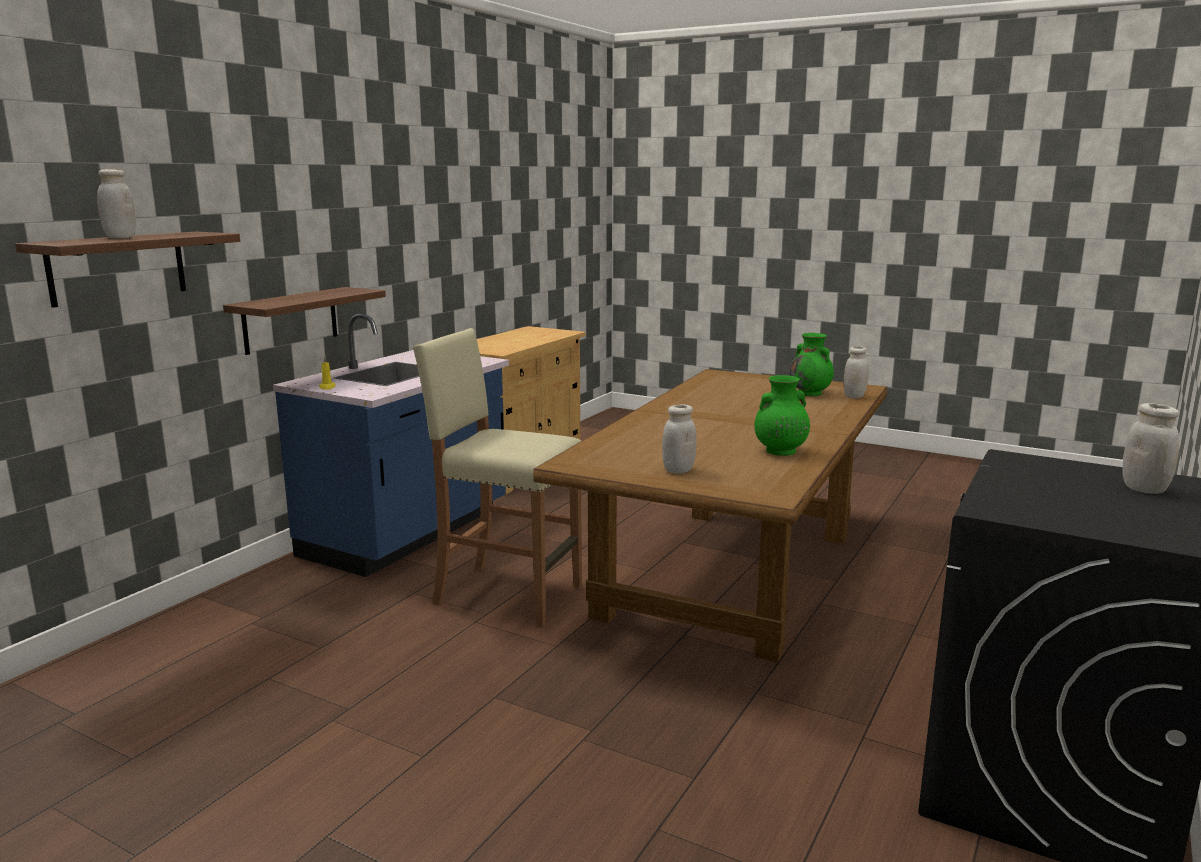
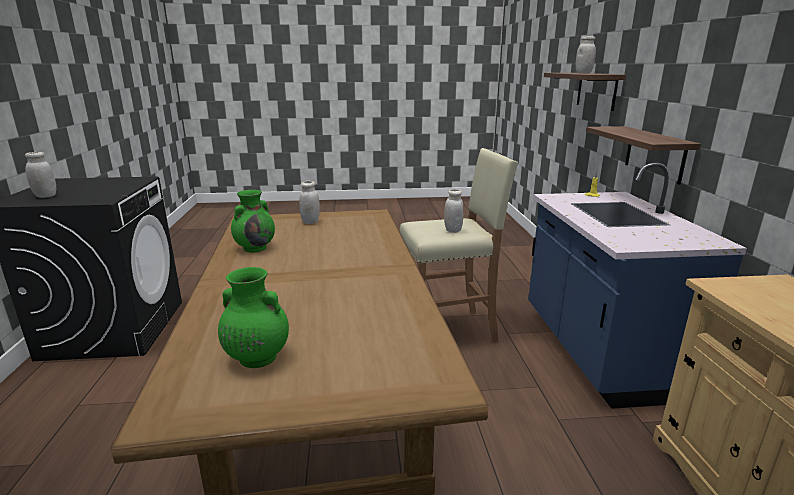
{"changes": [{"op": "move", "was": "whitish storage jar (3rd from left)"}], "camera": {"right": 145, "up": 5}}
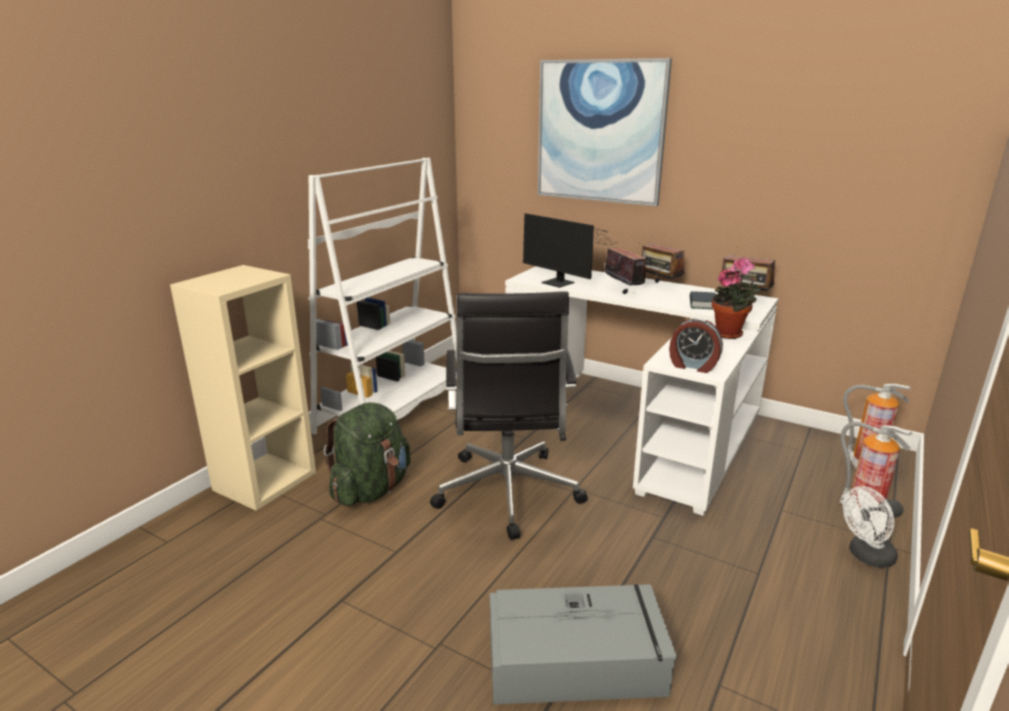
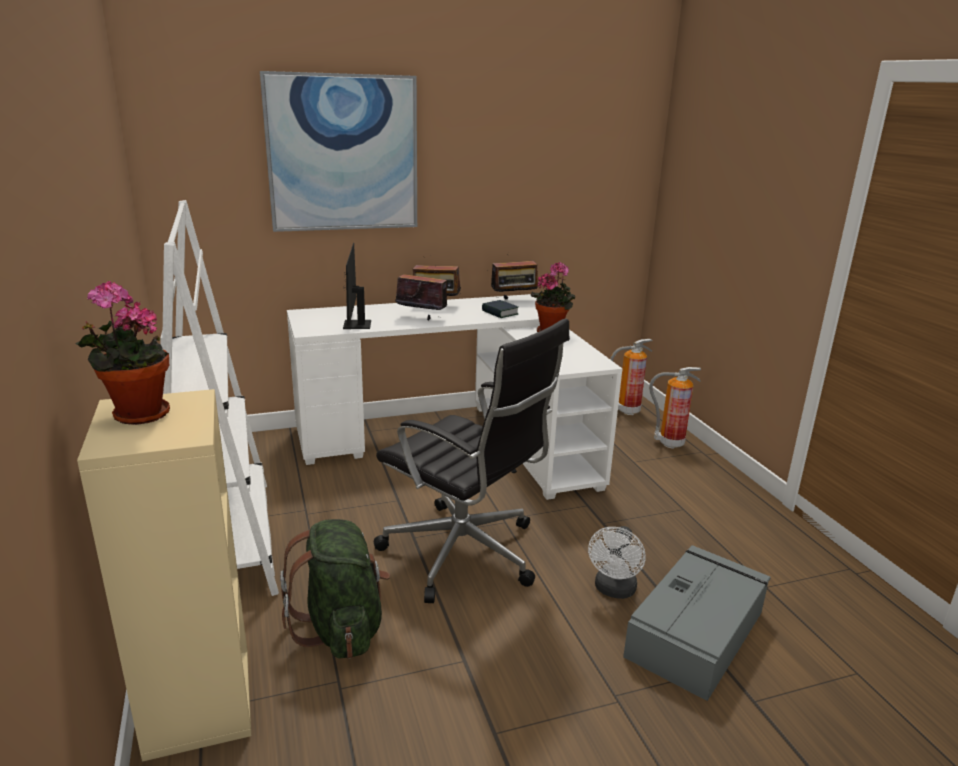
{"changes": [{"op": "insert", "now": "potted plant (1st from left)"}, {"op": "rotate", "was": "computer display", "clockwise": 90}, {"op": "move", "was": "whitish cooling fan"}, {"op": "delete", "was": "bedside clock"}], "camera": {"right": -50, "up": 0}}
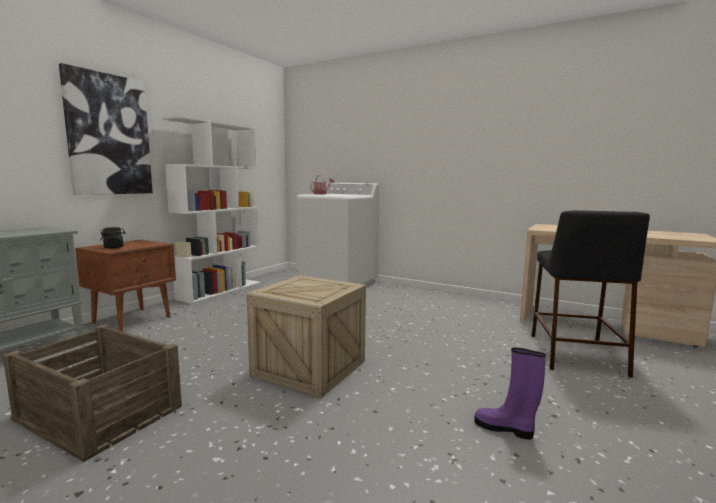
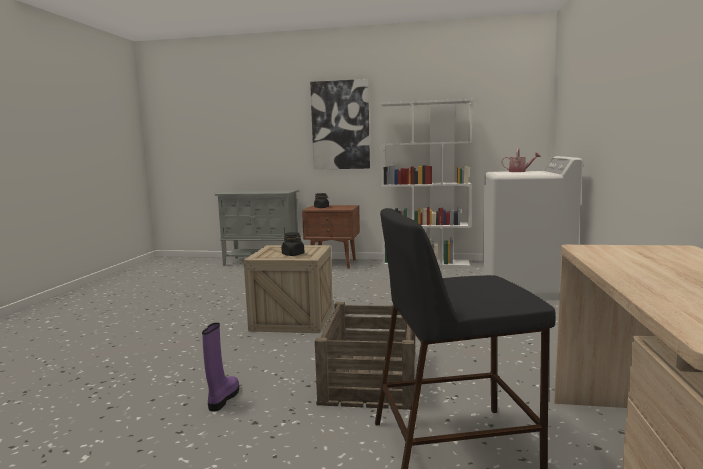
{"changes": [{"op": "insert", "now": "black storage jar (1st from left)"}, {"op": "move", "was": "packing crate (1st from left in the first image)", "now": "packing crate (2nd from left)"}], "camera": {"right": 70, "up": 0}}
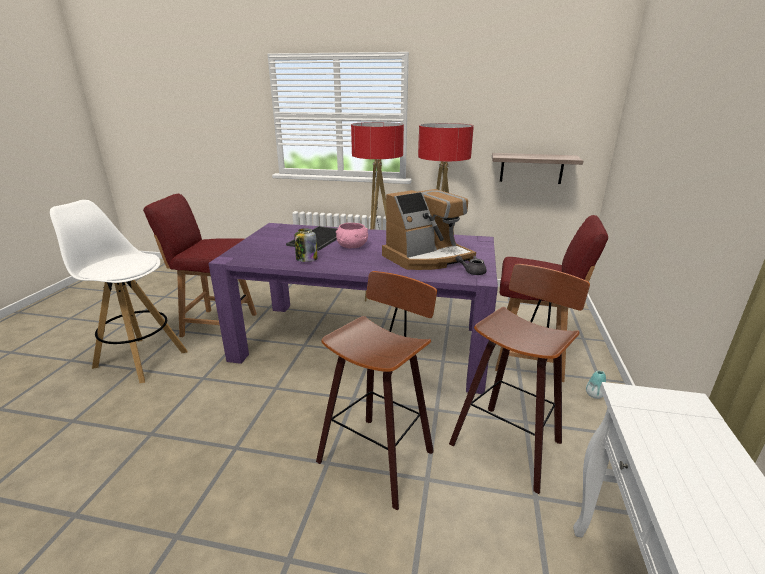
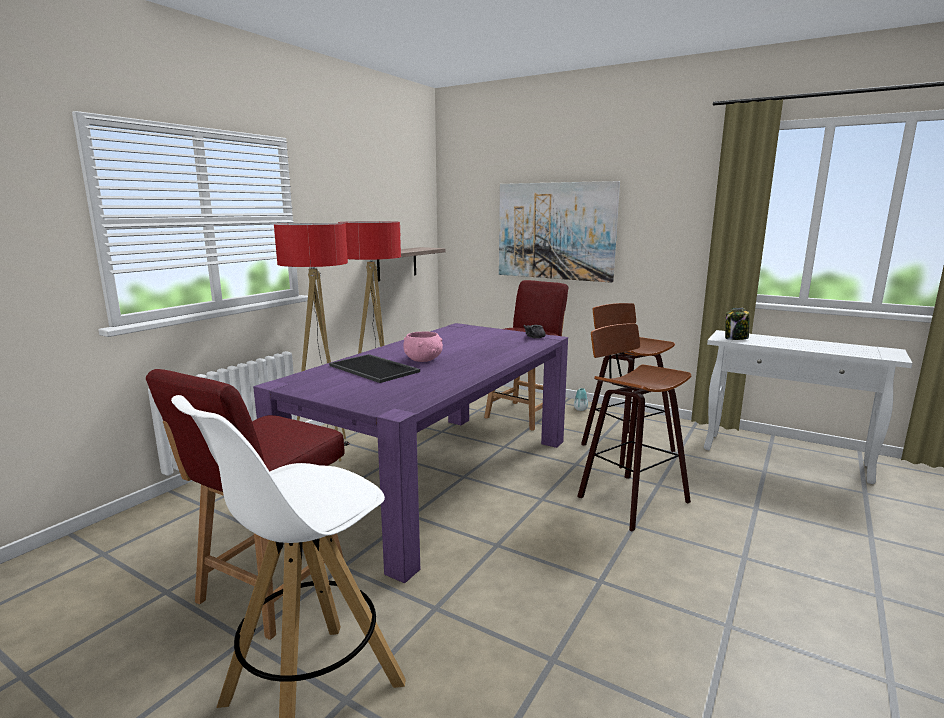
{"changes": [{"op": "insert", "now": "wall art"}, {"op": "move", "was": "storage jar"}, {"op": "delete", "was": "coffee brewer"}], "camera": {"right": -70, "up": -10}}
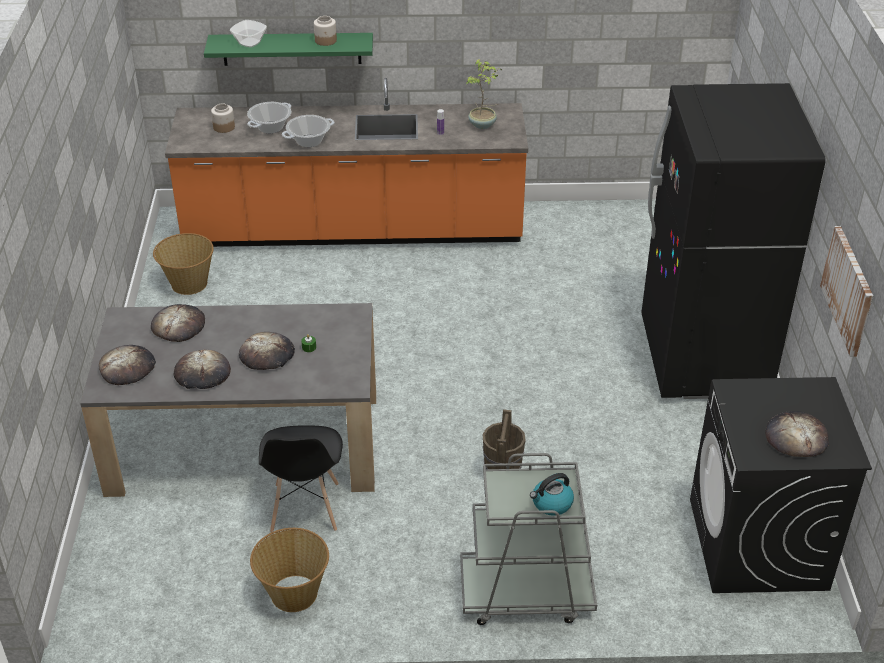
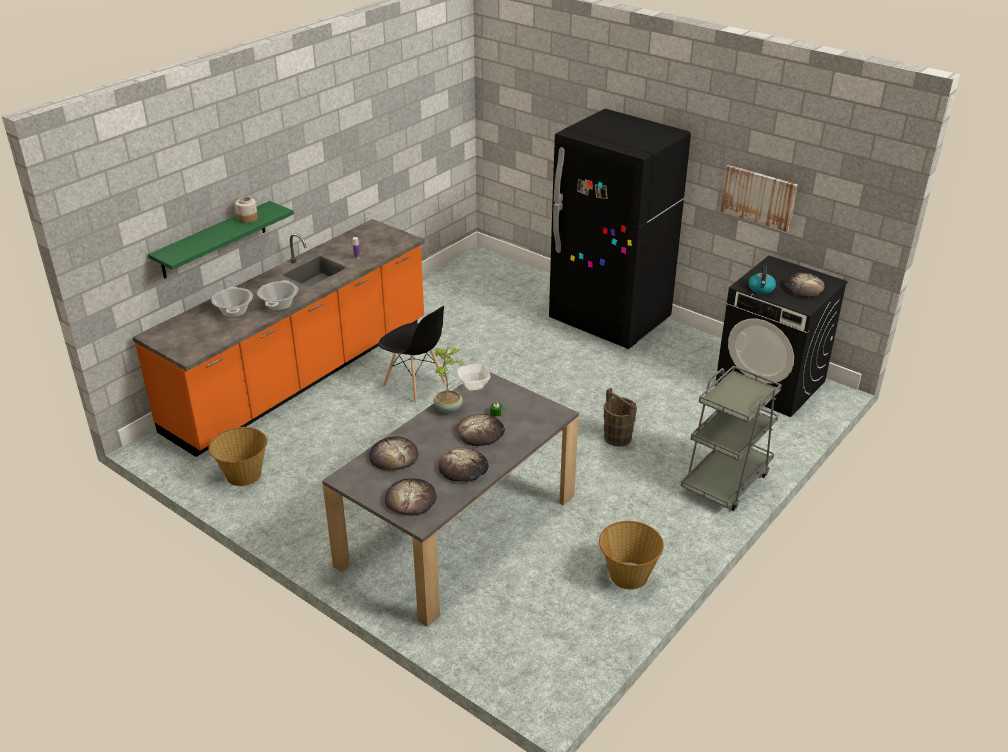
{"changes": [{"op": "move", "was": "black plain chair"}, {"op": "move", "was": "potted plant"}, {"op": "move", "was": "bowl"}, {"op": "move", "was": "water kettle"}, {"op": "delete", "was": "storage jar (1st from left)"}], "camera": {"right": -50, "up": -5}}
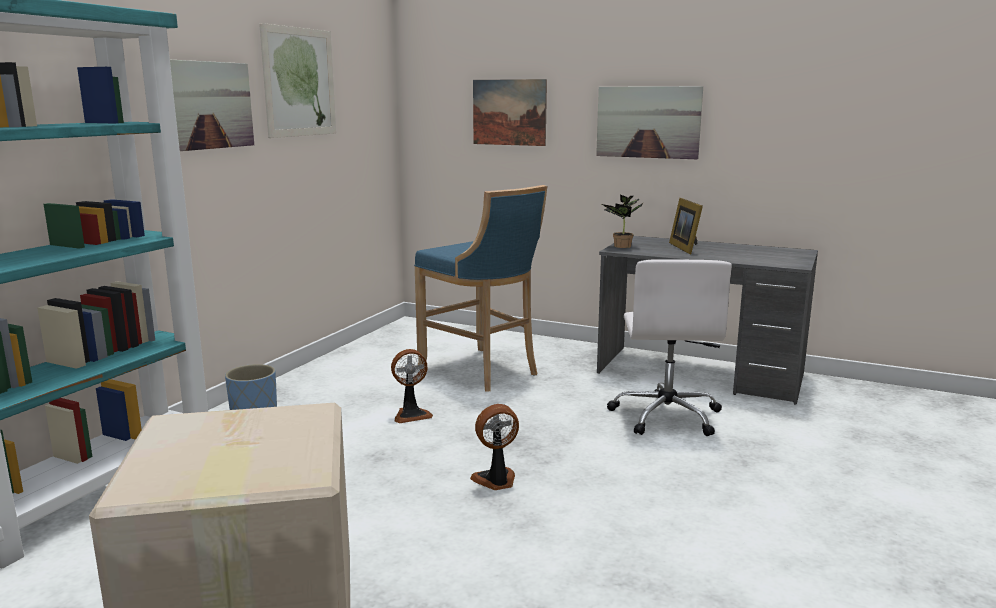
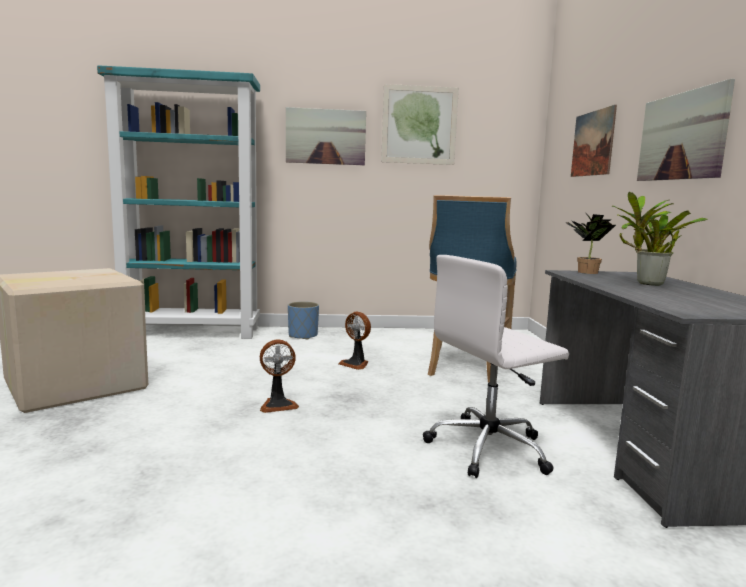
{"changes": [{"op": "rotate", "was": "cooling fan (2nd from left in the first image)", "clockwise": 120}, {"op": "replace", "was": "picture frame", "now": "potted plant (2nd from left)"}], "camera": {"right": 60, "up": -5}}
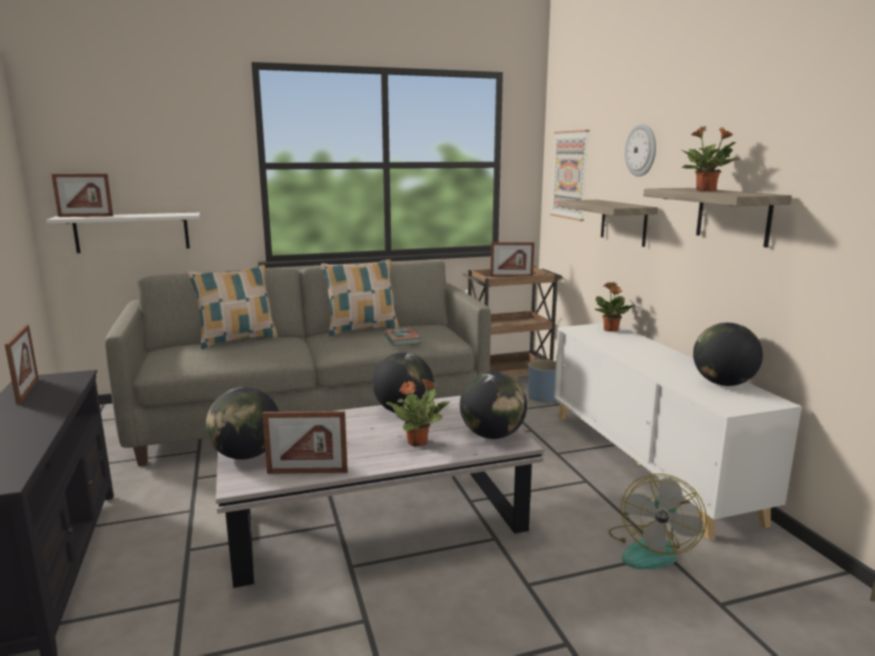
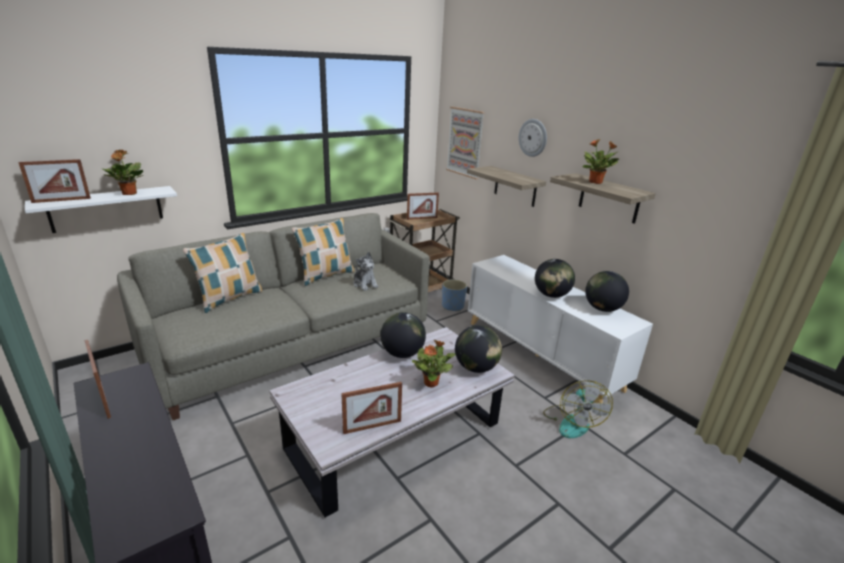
{"changes": [{"op": "move", "was": "potted plant (2nd from left in the first image)", "now": "potted plant (1st from left)"}, {"op": "replace", "was": "volume", "now": "soft toy"}, {"op": "move", "was": "globe (1st from left in the first image)", "now": "globe (3rd from left)"}], "camera": {"right": -20, "up": 10}}
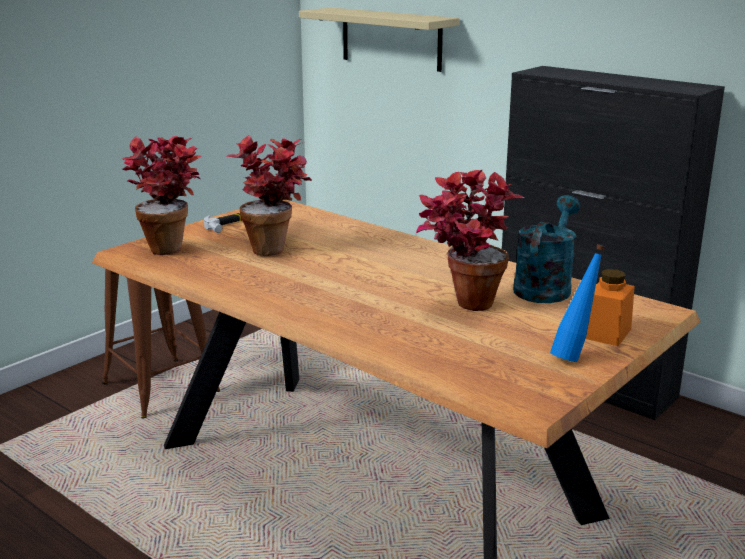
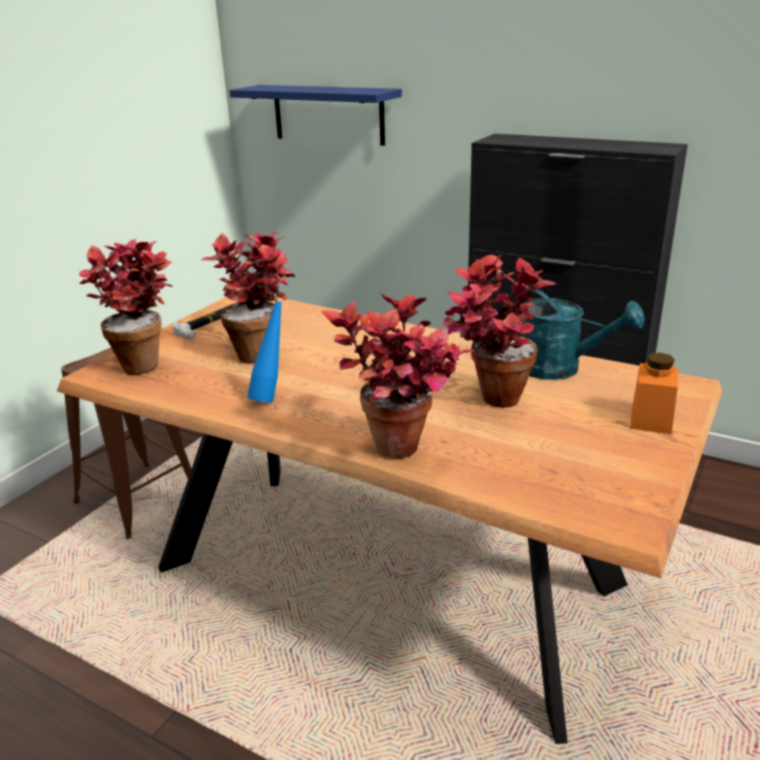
{"changes": [{"op": "recolor", "was": "beige-coloured shelf", "now": "bluish shelf"}, {"op": "move", "was": "bluish drink bottle"}, {"op": "insert", "now": "potted plant (3rd from left)"}, {"op": "rotate", "was": "turquoise-coloured watering can", "clockwise": 105}], "camera": {"right": -10, "up": 5}}
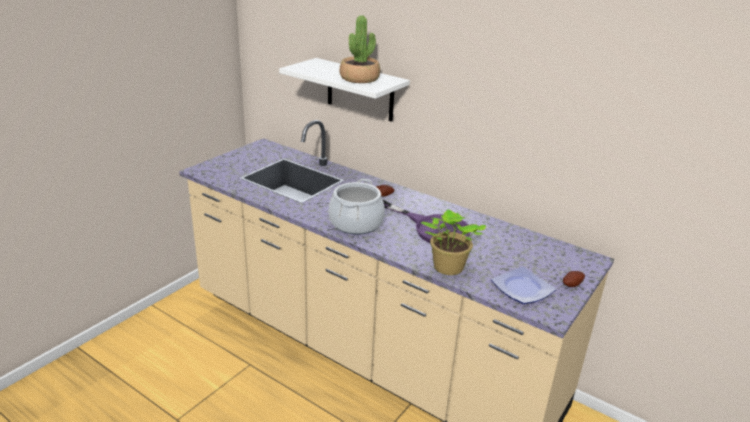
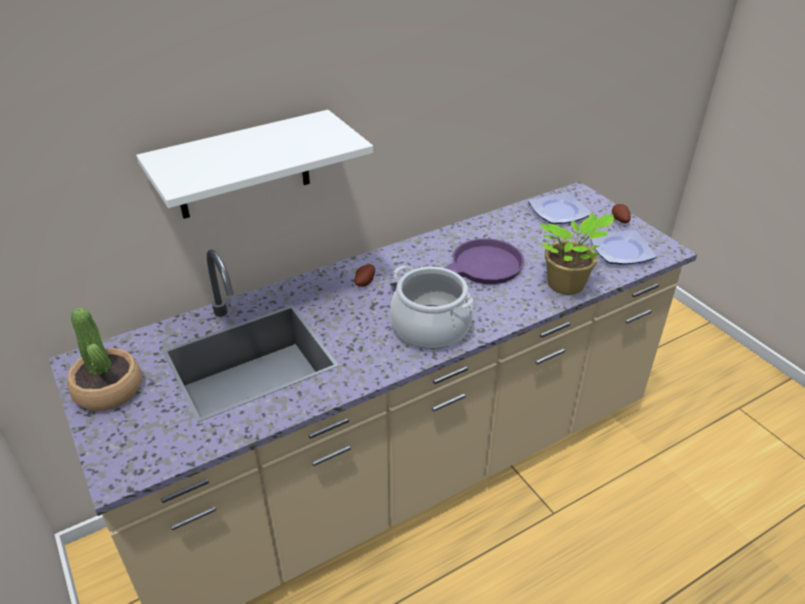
{"changes": [{"op": "move", "was": "potted plant (1st from left)"}, {"op": "insert", "now": "dinner plate (1st from left)"}], "camera": {"right": -65, "up": 10}}
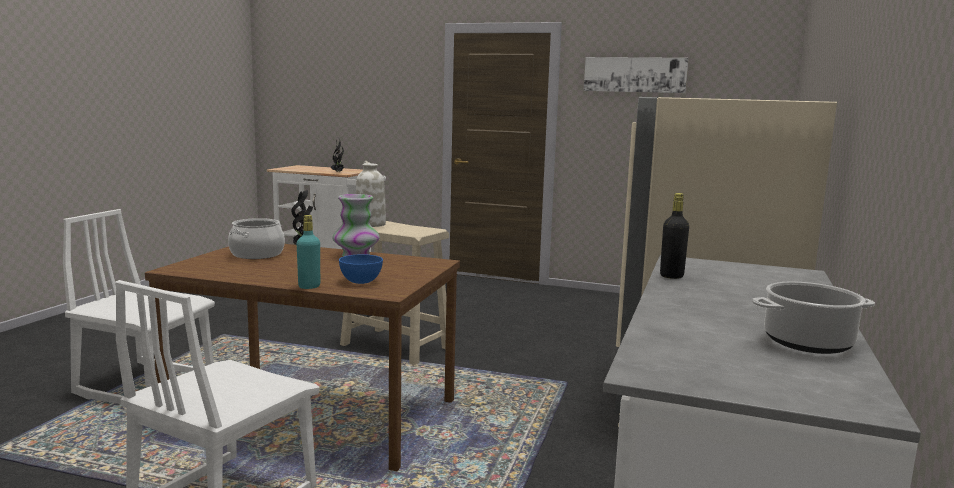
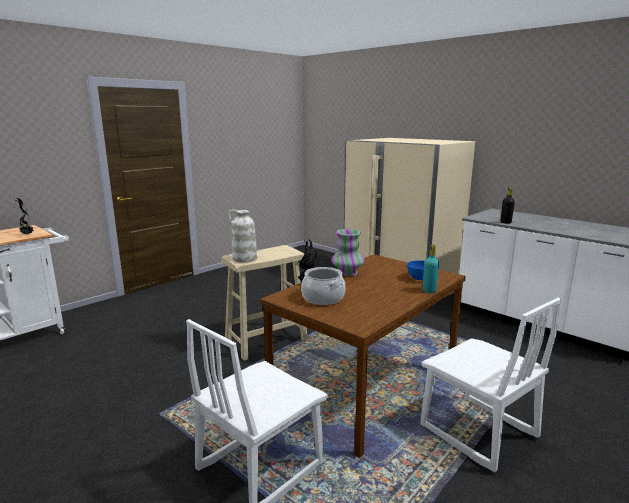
{"changes": [{"op": "delete", "was": "wall art"}, {"op": "delete", "was": "stockpot (2nd from left)"}], "camera": {"right": -65, "up": 5}}
